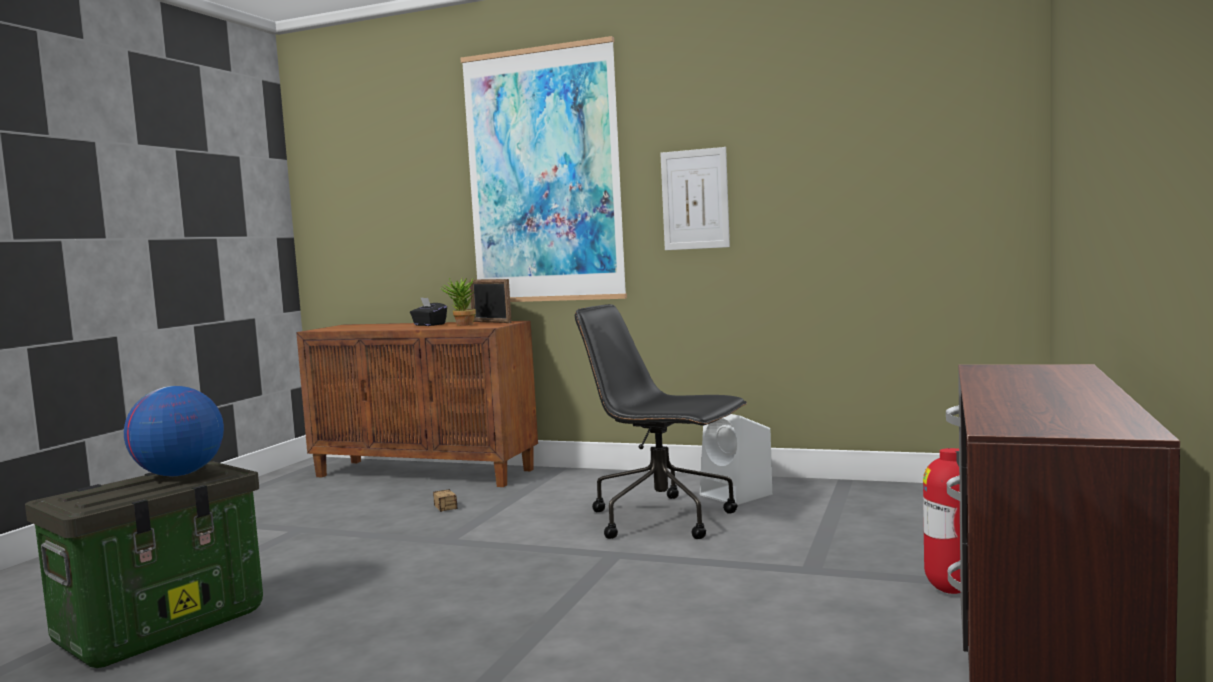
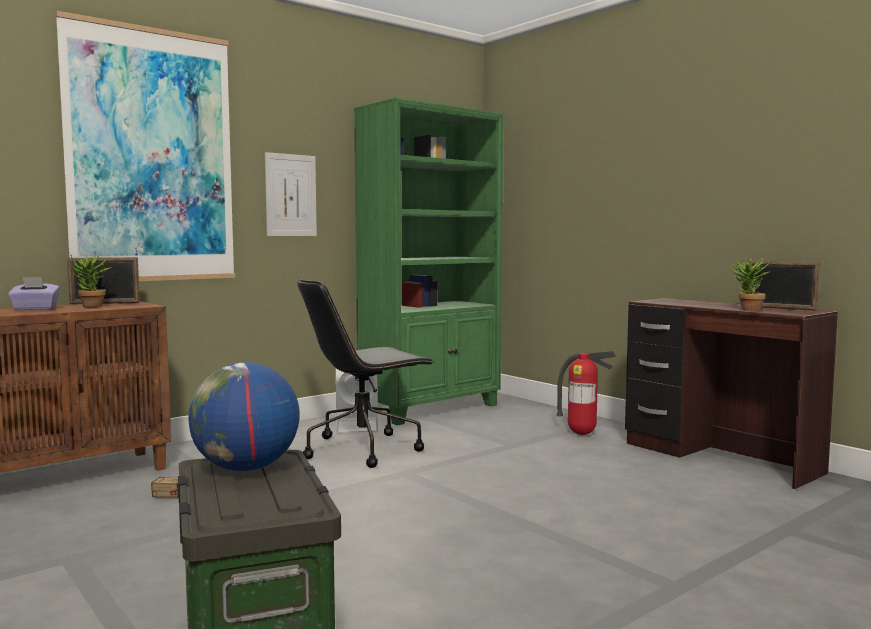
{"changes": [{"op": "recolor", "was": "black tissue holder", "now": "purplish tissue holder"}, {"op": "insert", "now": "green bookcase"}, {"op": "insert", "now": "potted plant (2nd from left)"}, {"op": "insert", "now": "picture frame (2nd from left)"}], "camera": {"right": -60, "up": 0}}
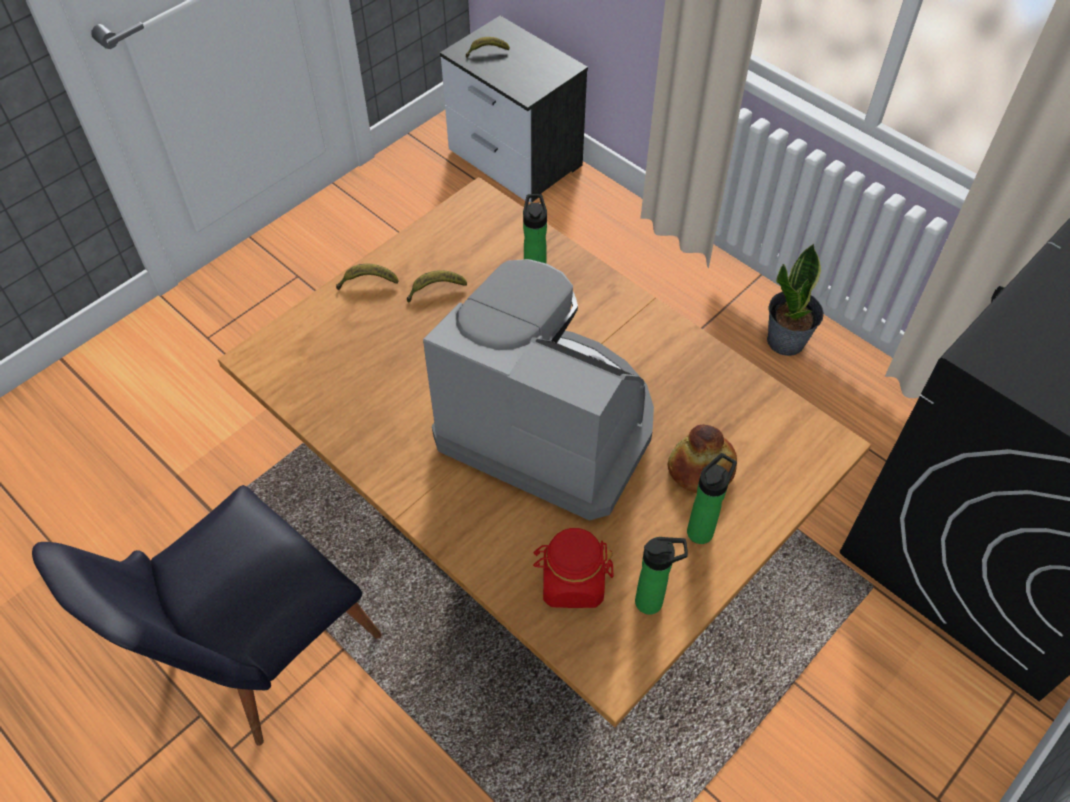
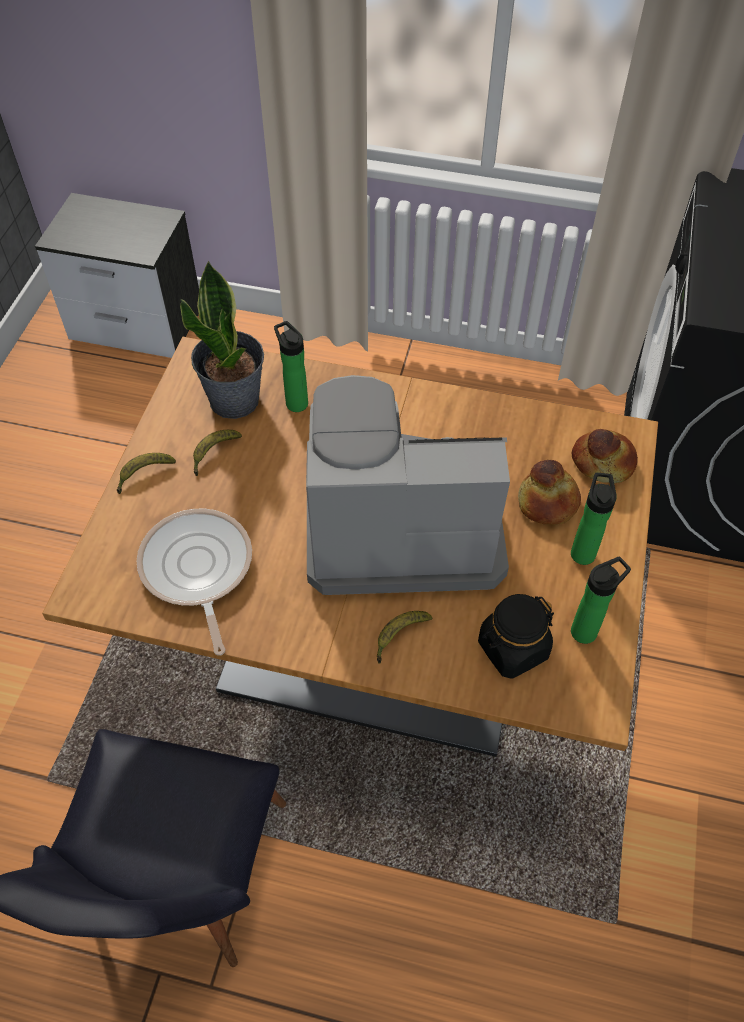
{"changes": [{"op": "insert", "now": "frying pan"}, {"op": "move", "was": "potted plant"}, {"op": "move", "was": "whole banana (3rd from left)"}, {"op": "recolor", "was": "red storage jar", "now": "black storage jar"}, {"op": "insert", "now": "baked bread (2nd from left)"}], "camera": {"right": -30, "up": 0}}
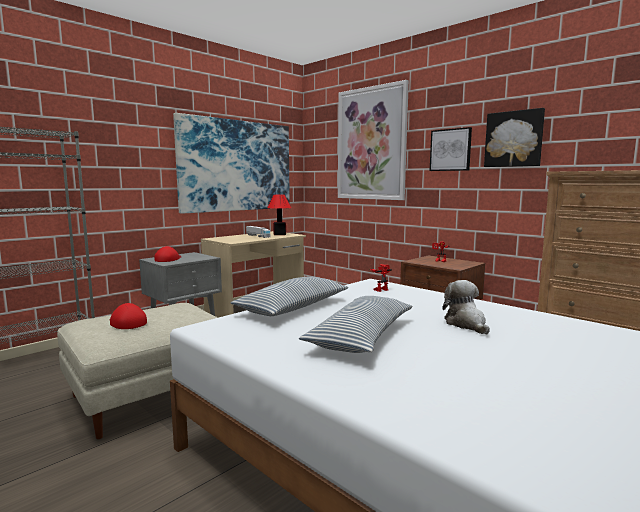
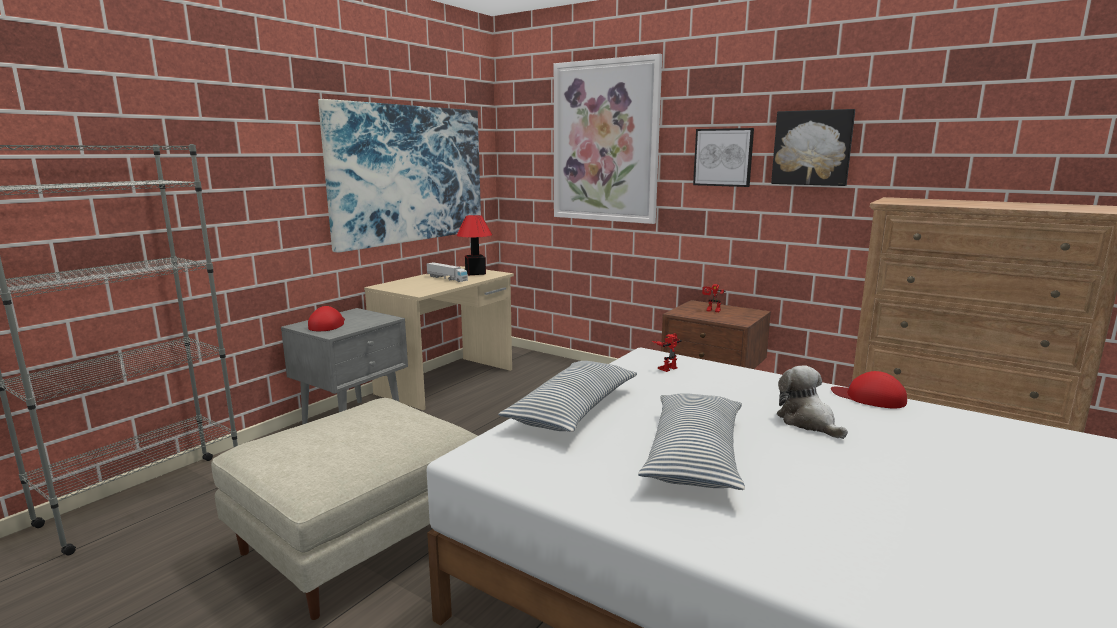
{"changes": [{"op": "move", "was": "red peaked cap (1st from left in the first image)", "now": "red peaked cap (2nd from left)"}], "camera": {"right": -10, "up": 5}}
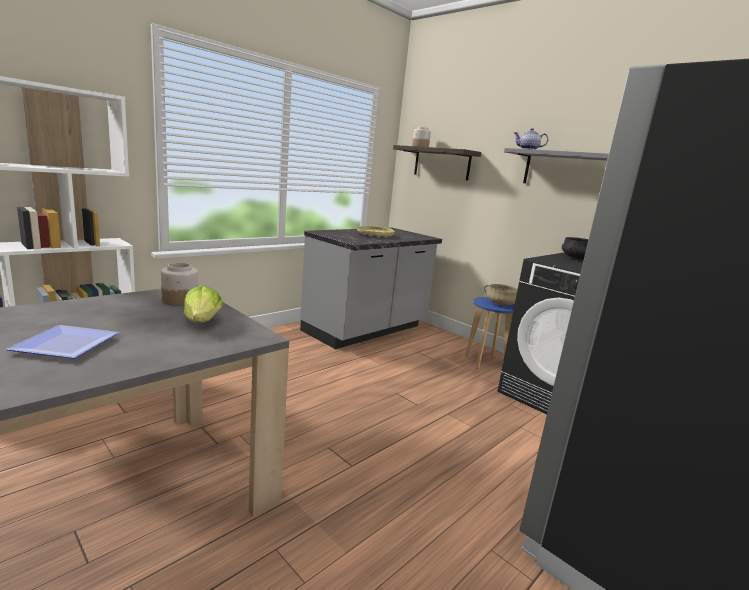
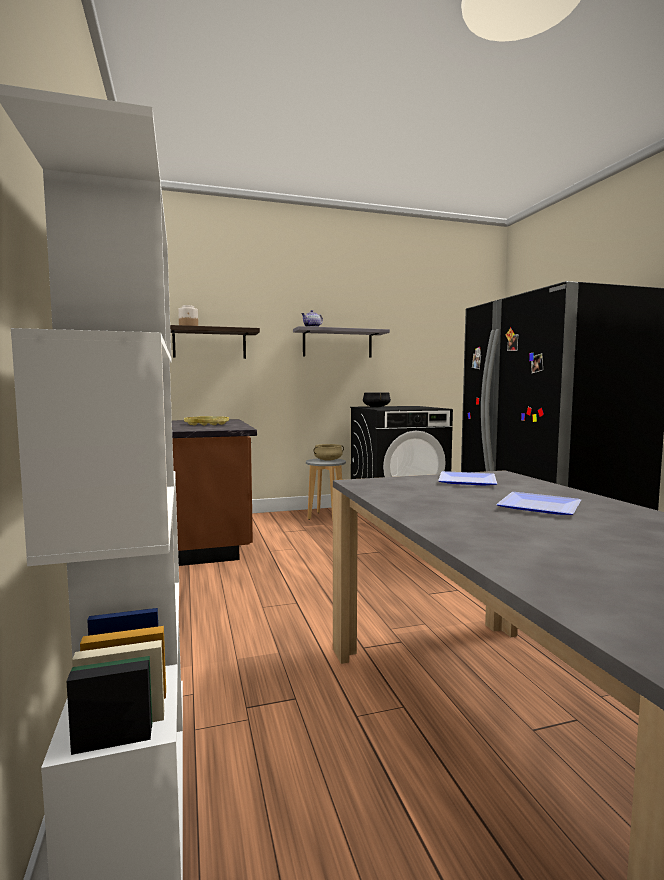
{"changes": [{"op": "recolor", "was": "greyish kitchen counter", "now": "brownish kitchen counter"}, {"op": "recolor", "was": "bluish stool seat", "now": "greyish stool seat"}, {"op": "replace", "was": "head of lettuce", "now": "dinner plate (1st from left)"}, {"op": "delete", "was": "storage jar (1st from left)"}], "camera": {"right": -60, "up": -10}}
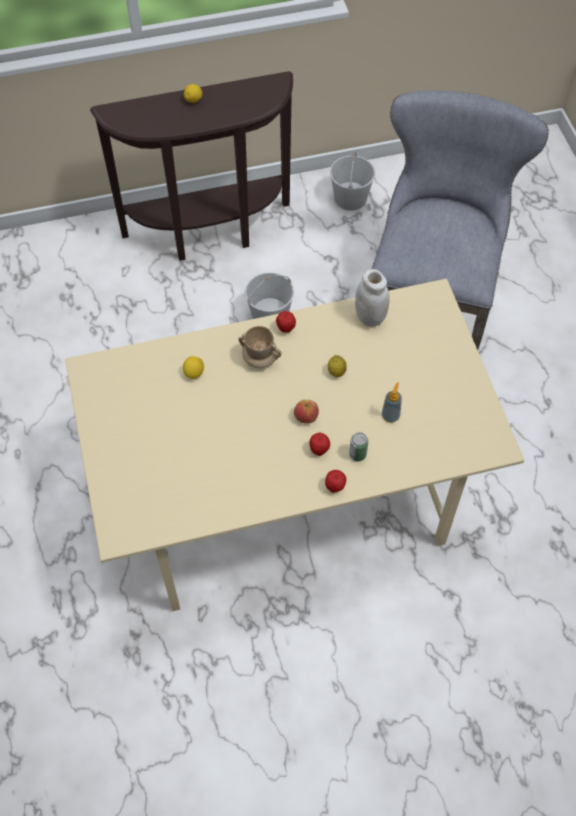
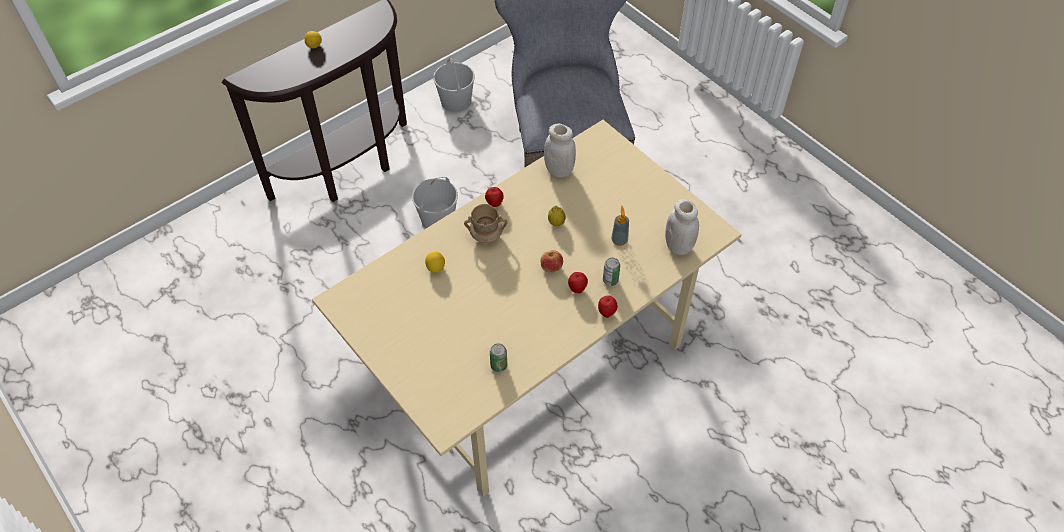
{"changes": [{"op": "insert", "now": "metal can (1st from left)"}, {"op": "insert", "now": "whitish storage jar (2nd from left)"}], "camera": {"right": -25, "up": -5}}
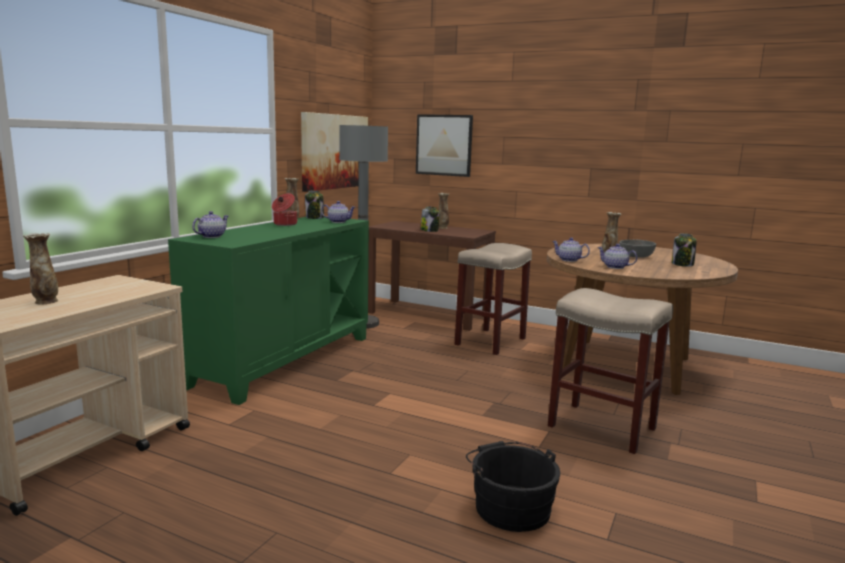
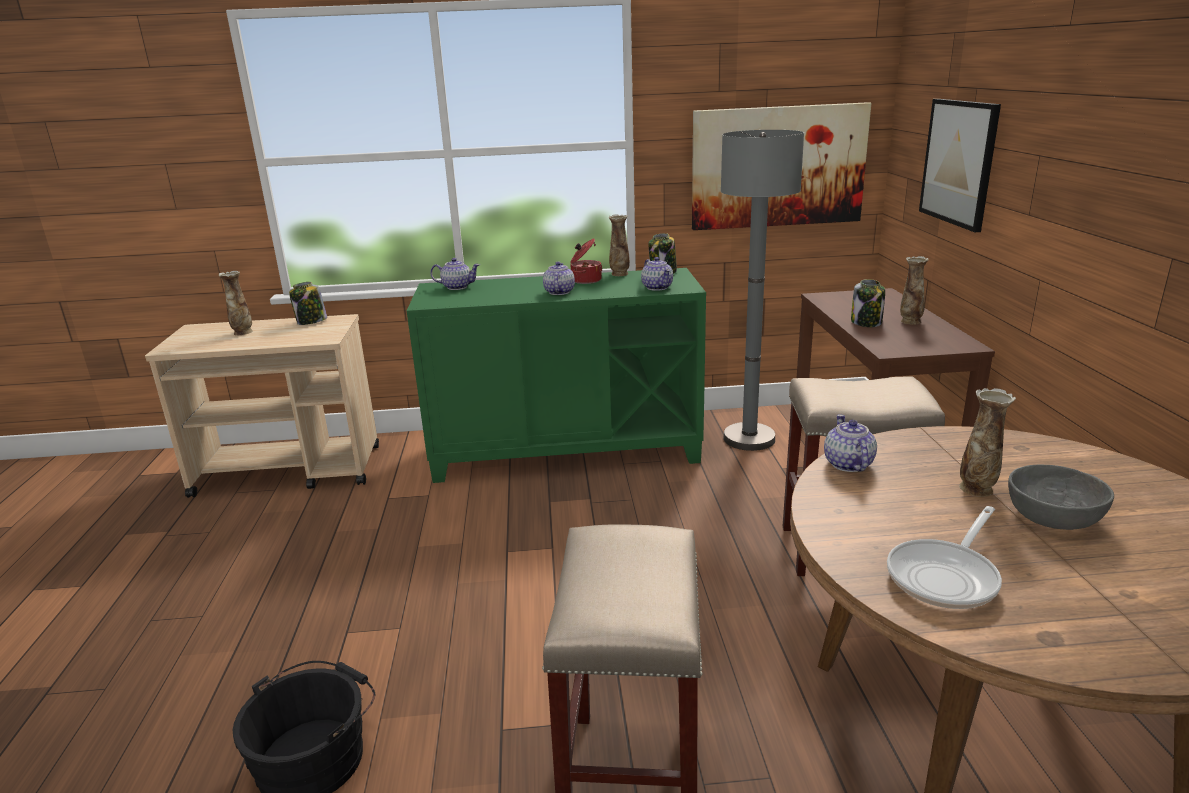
{"changes": [{"op": "move", "was": "storage jar (3rd from left in the first image)", "now": "storage jar (1st from left)"}, {"op": "move", "was": "teapot (4th from left in the first image)", "now": "teapot (2nd from left)"}, {"op": "insert", "now": "frying pan"}], "camera": {"right": 60, "up": 10}}
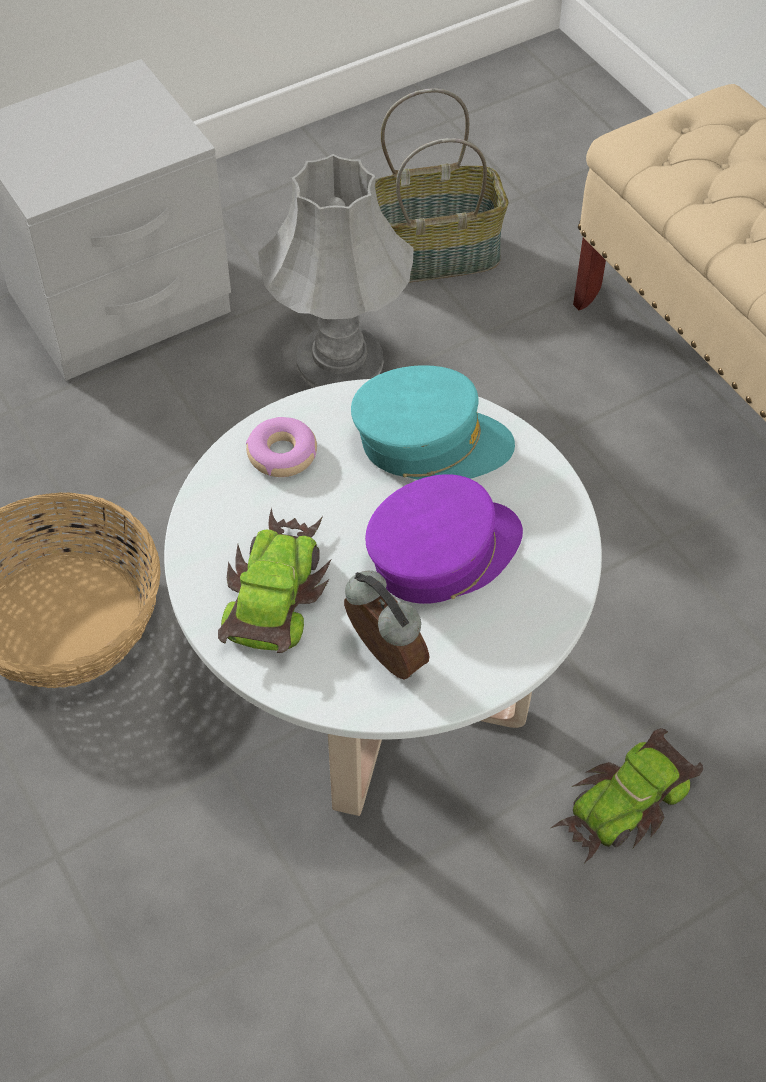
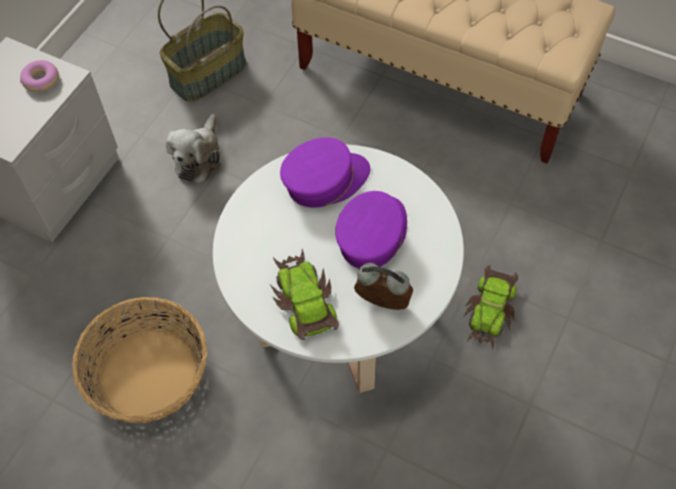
{"changes": [{"op": "move", "was": "doughnut"}, {"op": "replace", "was": "greyish table lamp", "now": "soft toy"}, {"op": "recolor", "was": "turquoise-coloured peaked cap", "now": "purplish peaked cap (1st from left)"}], "camera": {"right": -30, "up": 5}}
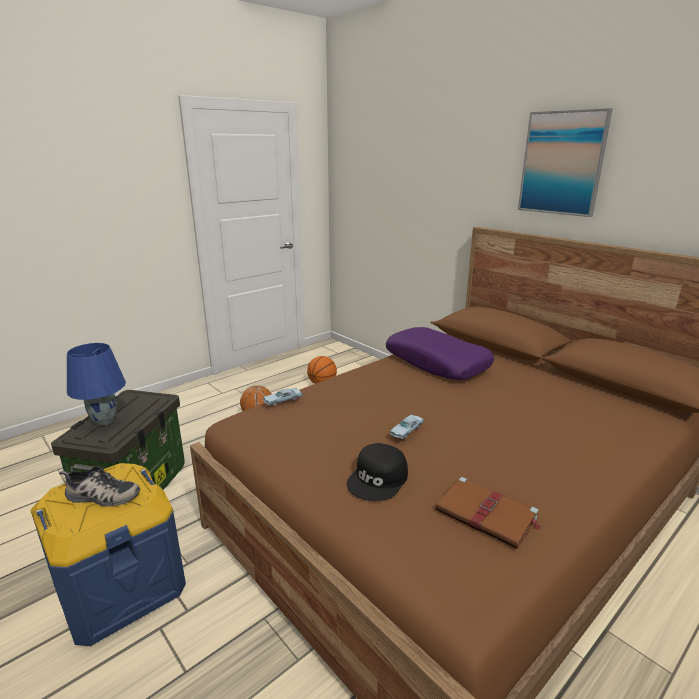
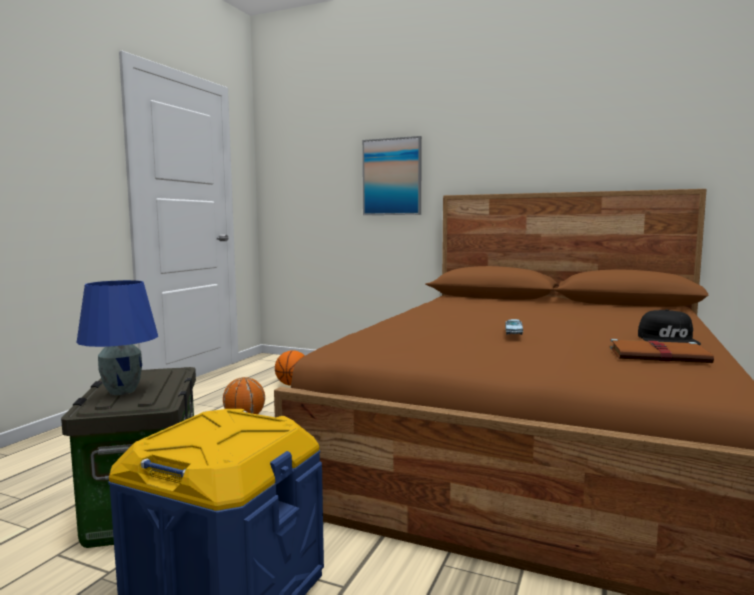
{"changes": [{"op": "move", "was": "wall art"}, {"op": "move", "was": "black peaked cap"}, {"op": "delete", "was": "item of footwear"}, {"op": "delete", "was": "bluish miniature car (1st from left)"}, {"op": "delete", "was": "purplish throw pillow"}], "camera": {"right": -25, "up": -15}}
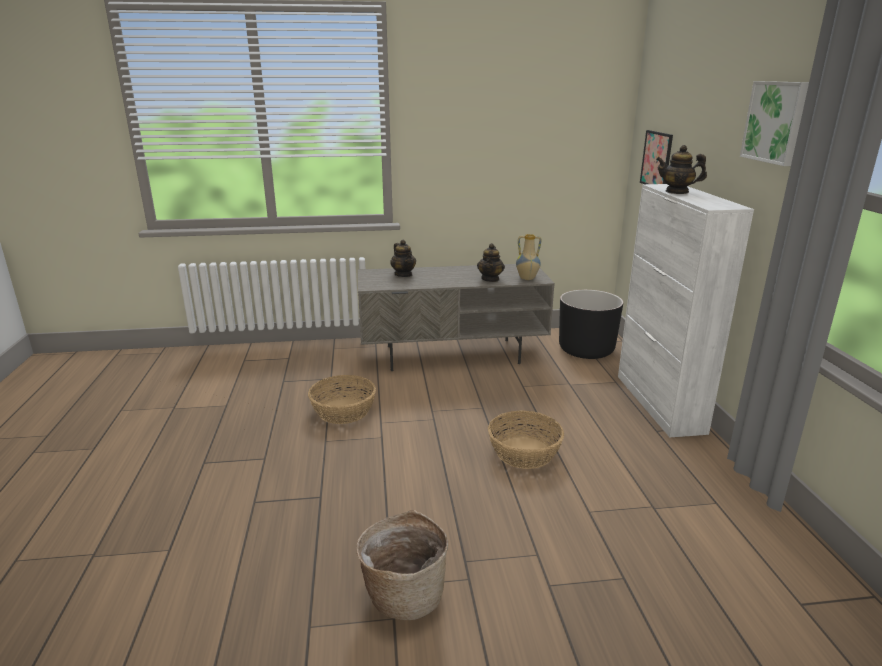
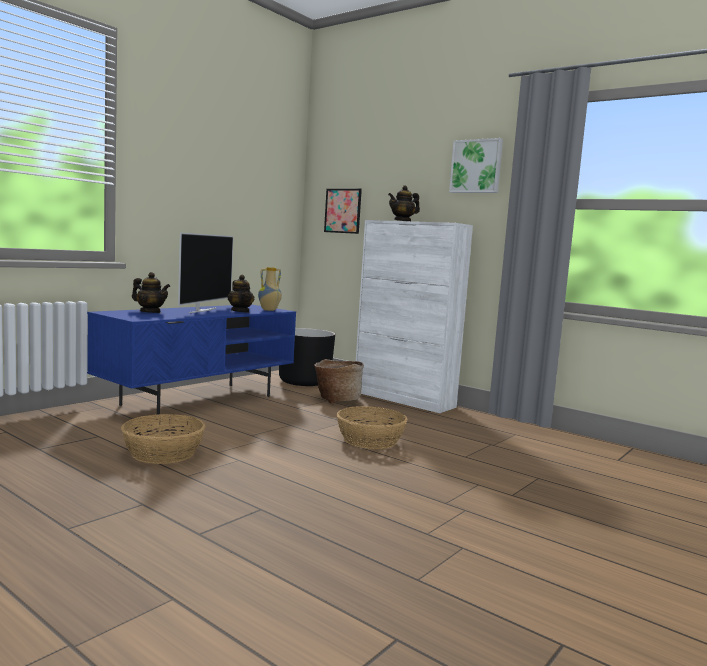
{"changes": [{"op": "recolor", "was": "greyish tv stand", "now": "bluish tv stand"}, {"op": "insert", "now": "TV"}, {"op": "move", "was": "storage basket (2nd from left)"}], "camera": {"right": -45, "up": -15}}
